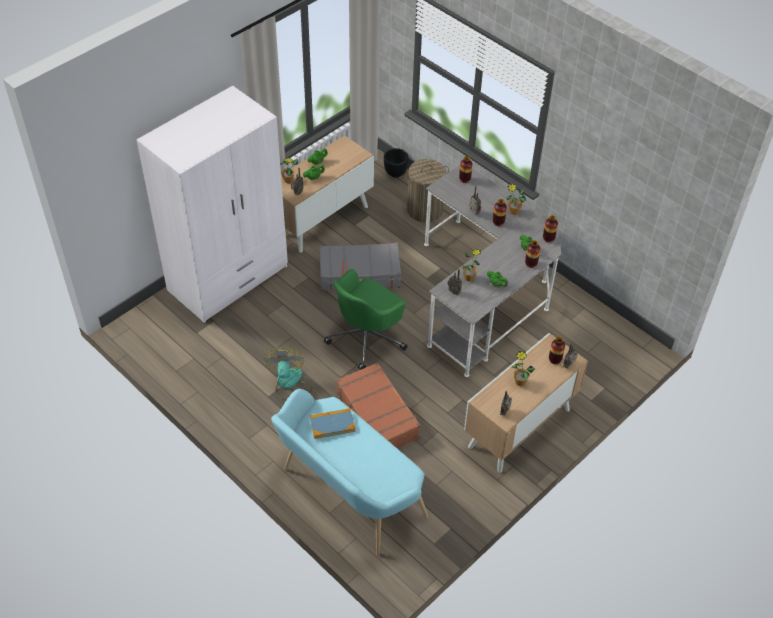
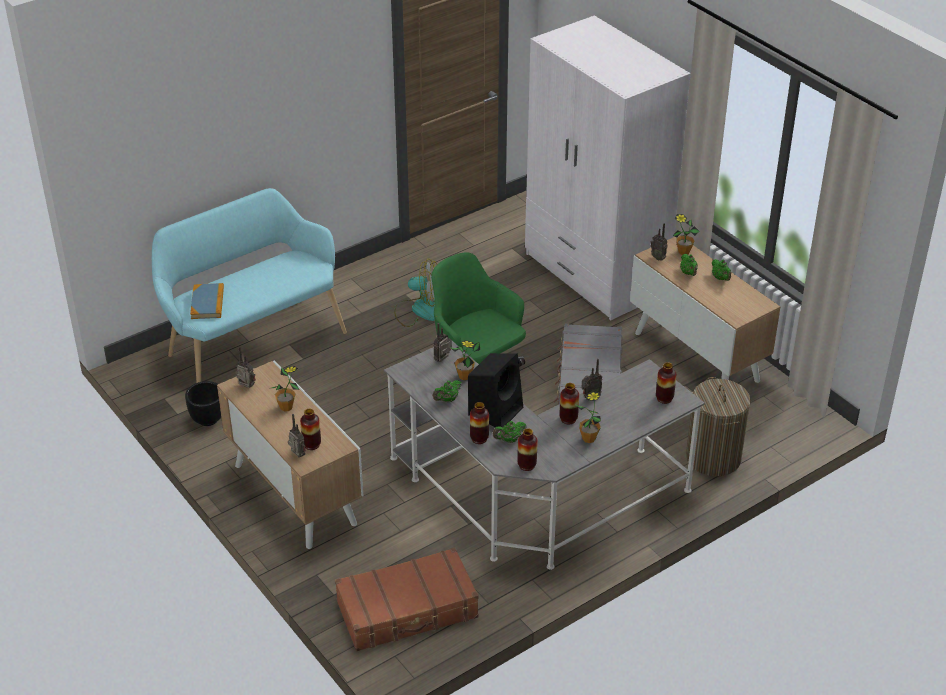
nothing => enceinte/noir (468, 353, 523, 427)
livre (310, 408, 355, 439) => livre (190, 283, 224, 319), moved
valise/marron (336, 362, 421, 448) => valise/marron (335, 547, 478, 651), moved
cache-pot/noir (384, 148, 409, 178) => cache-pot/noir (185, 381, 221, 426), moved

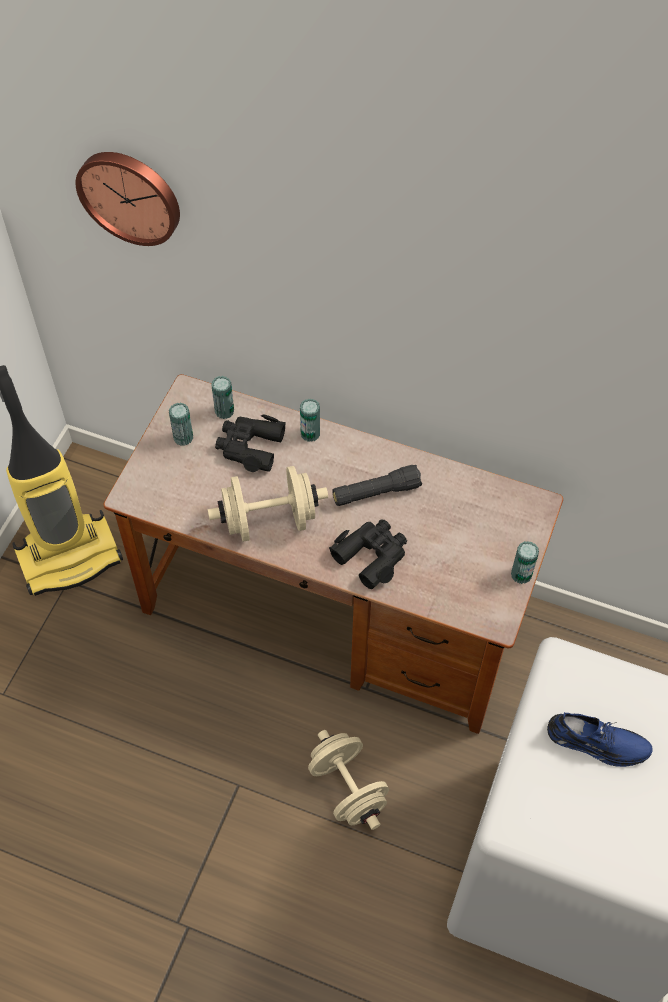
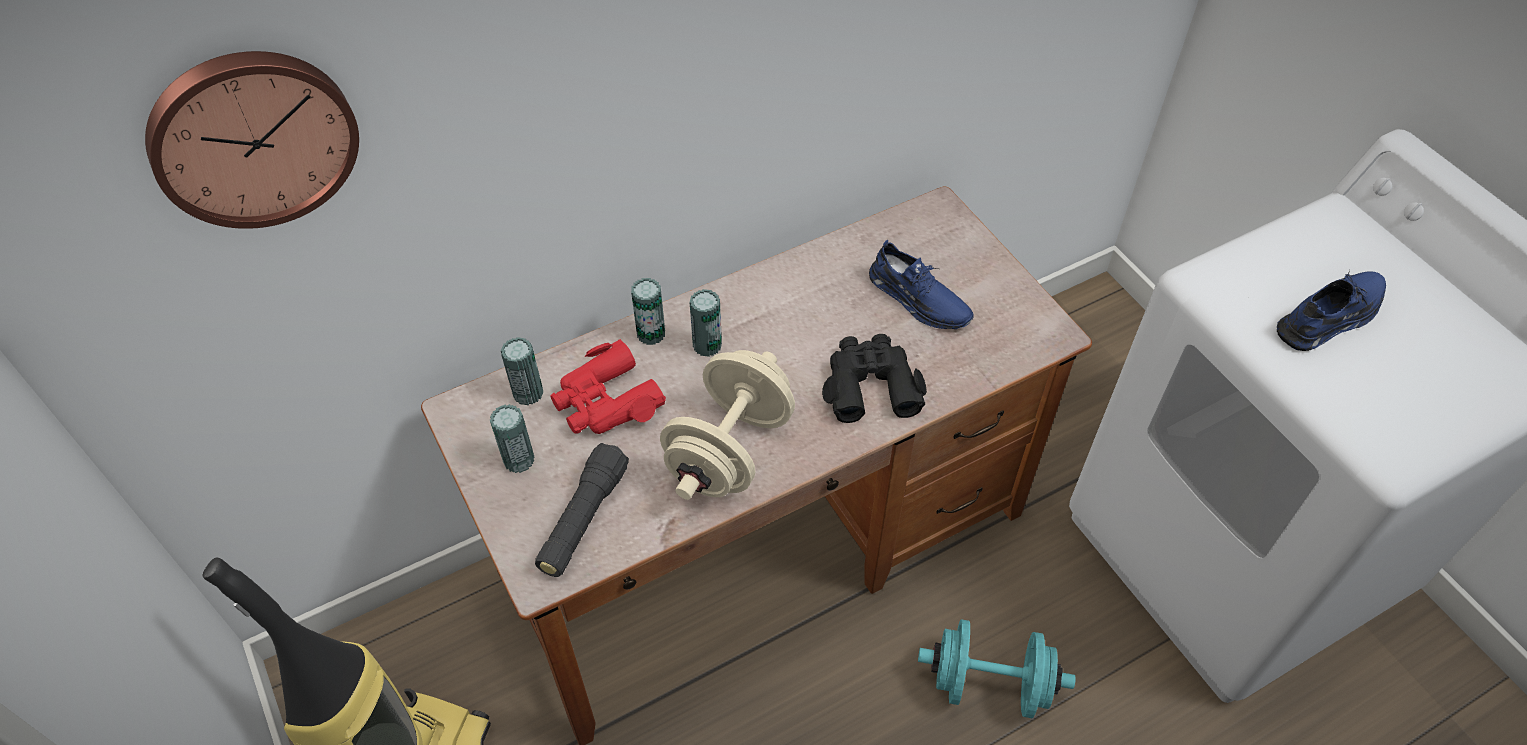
nothing => chaussure/bleu (869, 240, 974, 329)
lampe de poche/noir (332, 465, 422, 506) => lampe de poche/noir (535, 443, 629, 577), moved
boîte métallique (511, 541, 539, 584) => boîte métallique (690, 289, 722, 357), moved
jumelles/noir (215, 414, 286, 472) => jumelles/rouge (550, 339, 666, 434)
haltère/beige (308, 730, 389, 830) => haltère/turquoise (918, 619, 1076, 718)

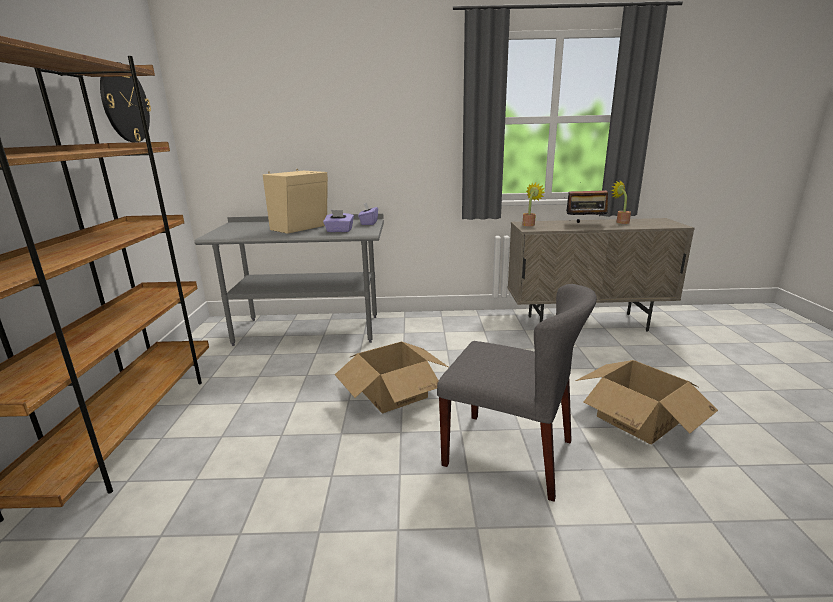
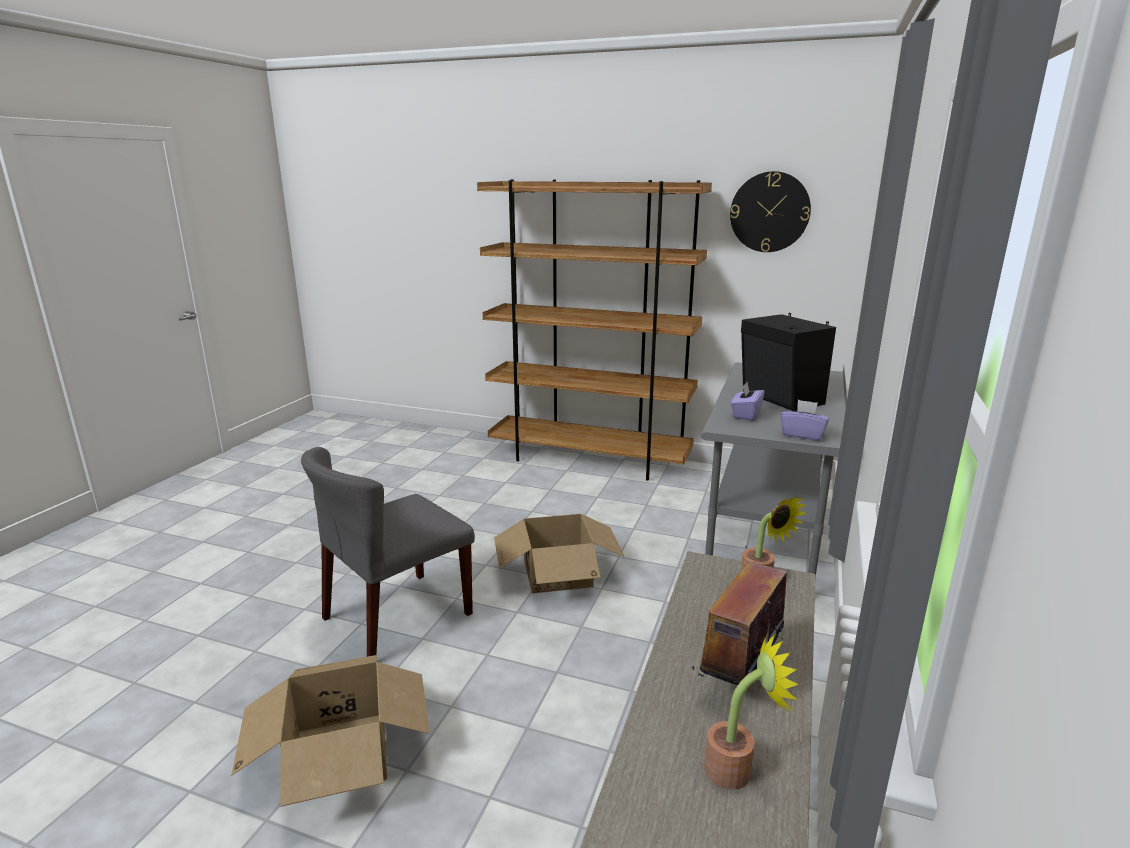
enceinte/beige (263, 169, 328, 234) => enceinte/noir (741, 313, 836, 411)

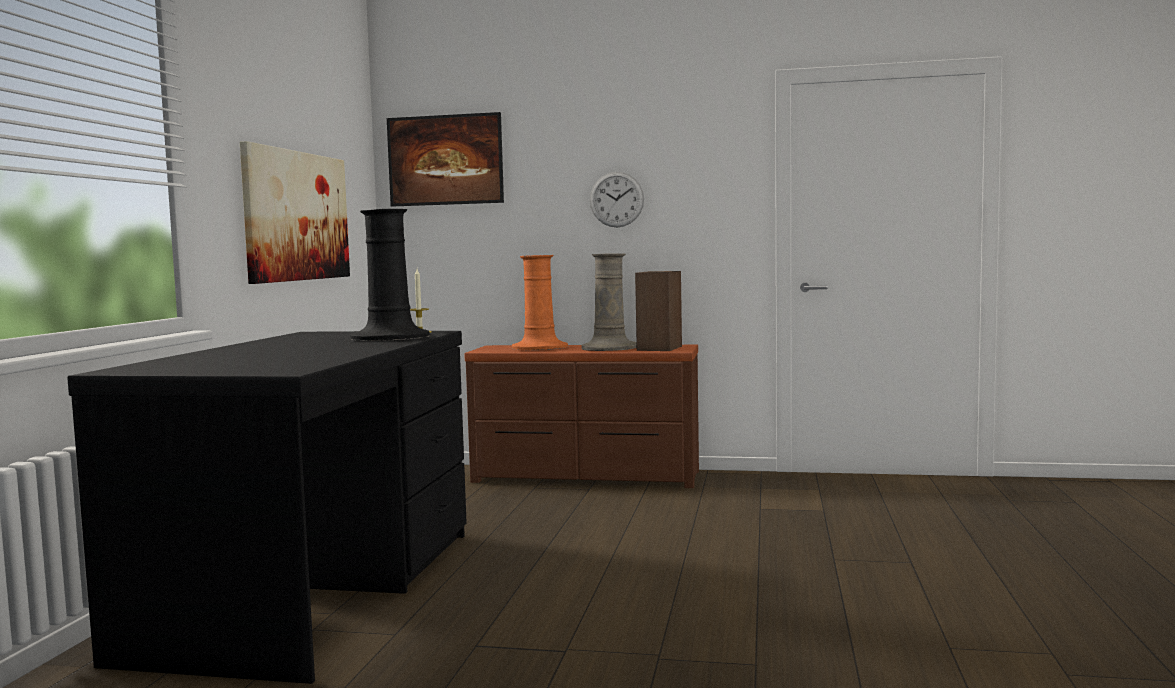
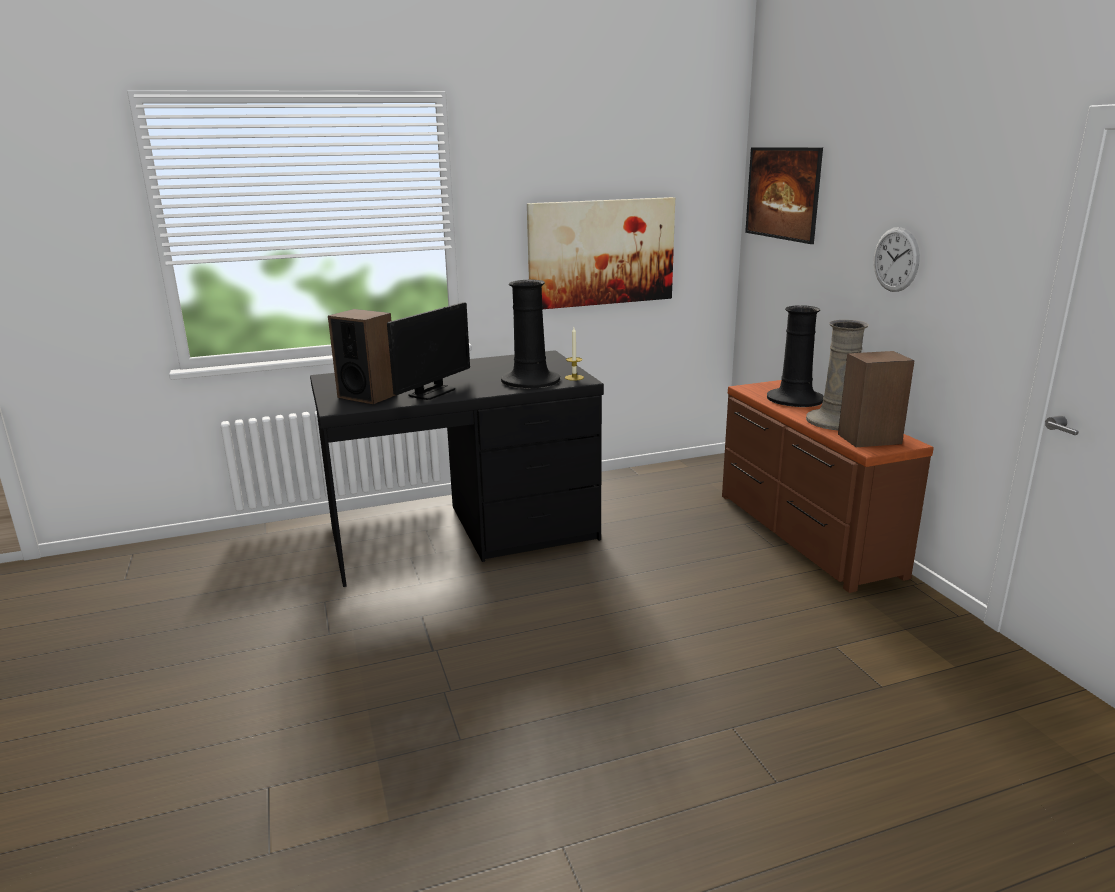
nothing => enceinte (328, 309, 396, 404)
nothing => écran d'ordinateur (387, 302, 470, 400)
vase/orange (512, 255, 568, 350) => vase/noir (767, 305, 823, 407)

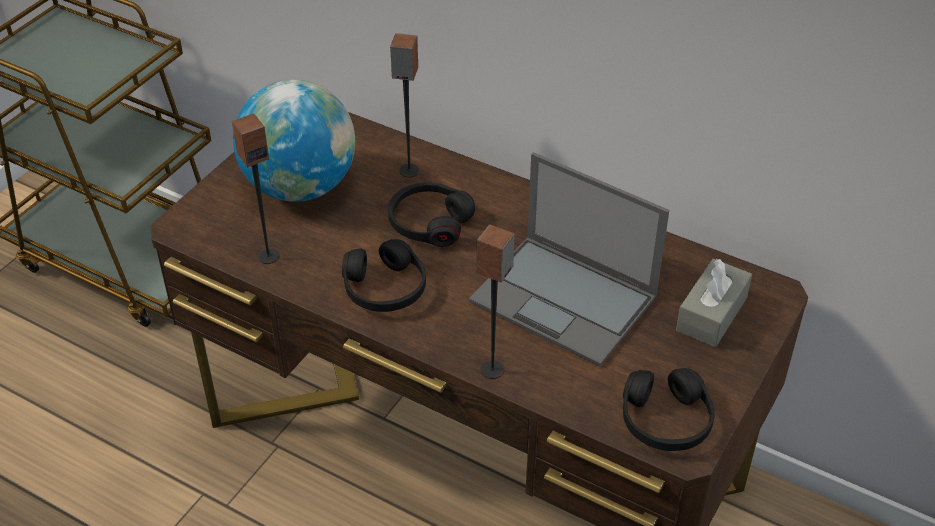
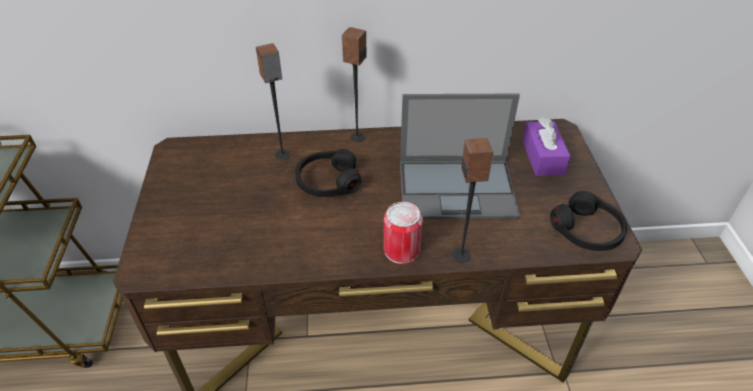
globe (233, 80, 355, 202) => nothing
casque audio/noir (342, 239, 426, 312) => nothing
nothing => boîte métallique (383, 202, 423, 264)
enceinte (232, 113, 279, 264) => enceinte (342, 27, 367, 142), moved
boîte à mouchoirs/gris (676, 259, 752, 347) => boîte à mouchoirs/violet (522, 118, 571, 176)

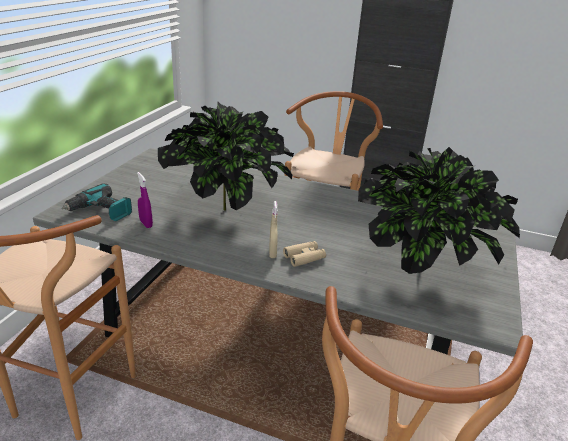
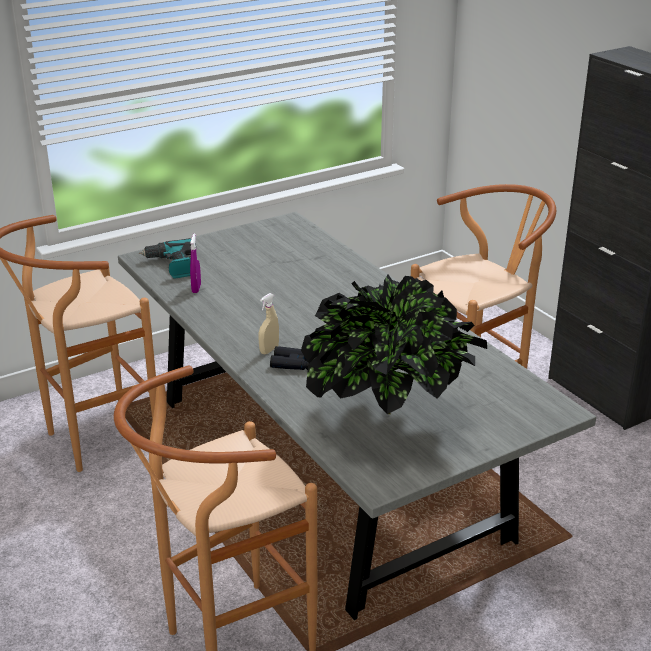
plante en pot (158, 102, 294, 211) => nothing
jumelles/beige (283, 241, 326, 267) => jumelles/noir (270, 346, 309, 370)

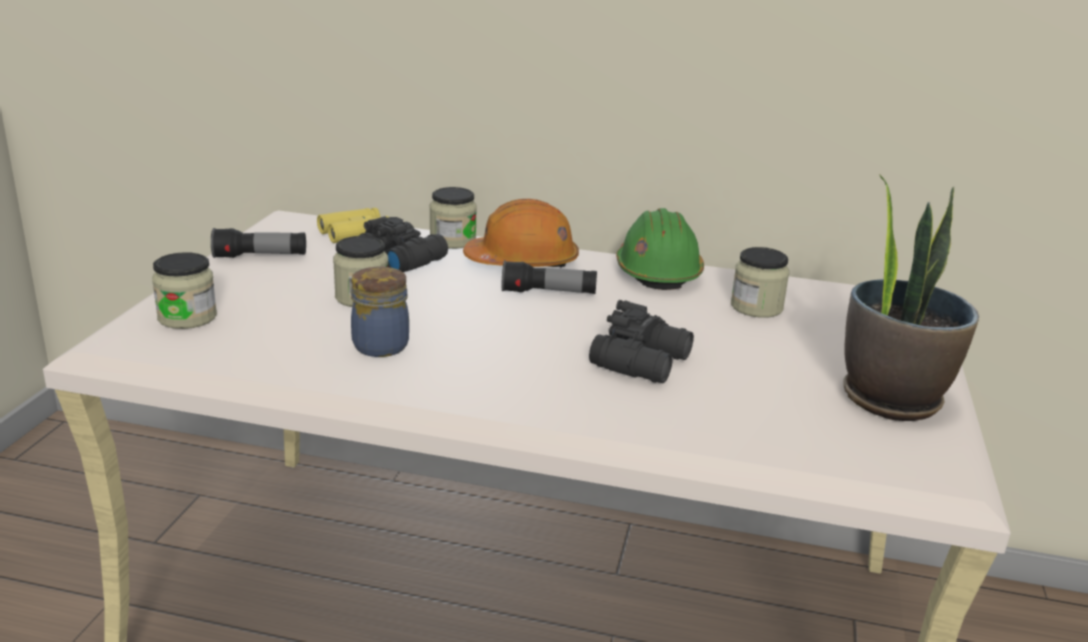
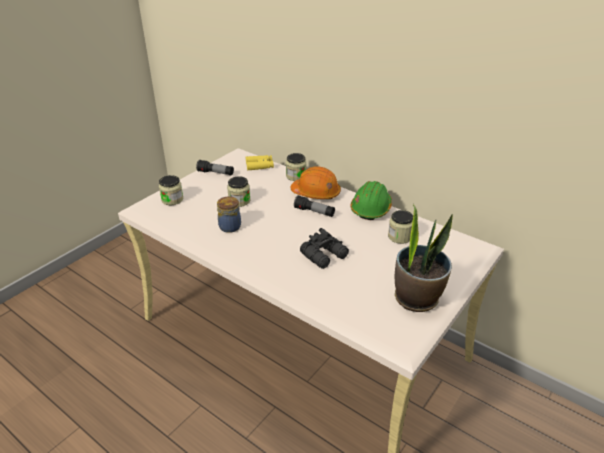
jumelles/noir (359, 216, 448, 272) => nothing

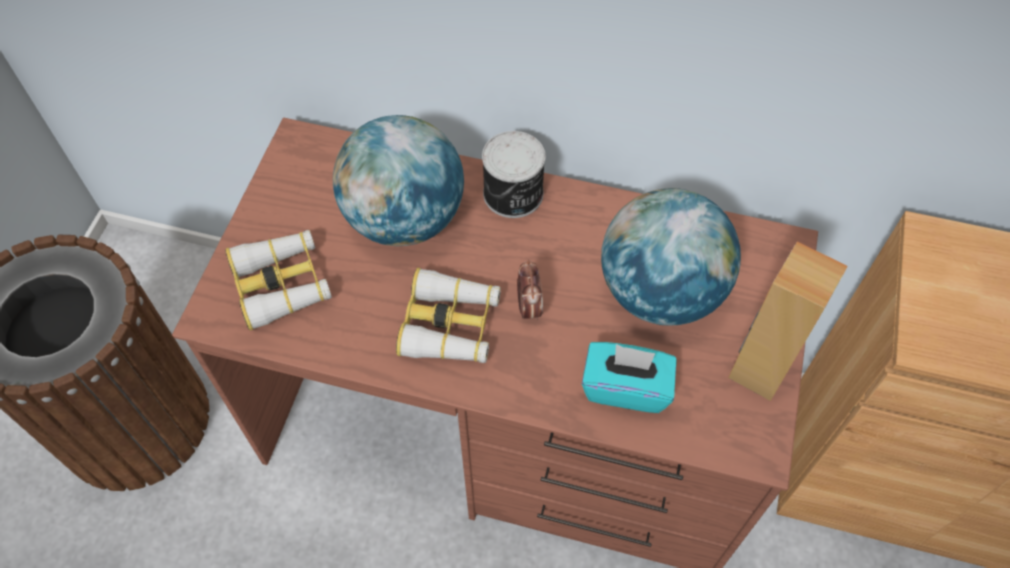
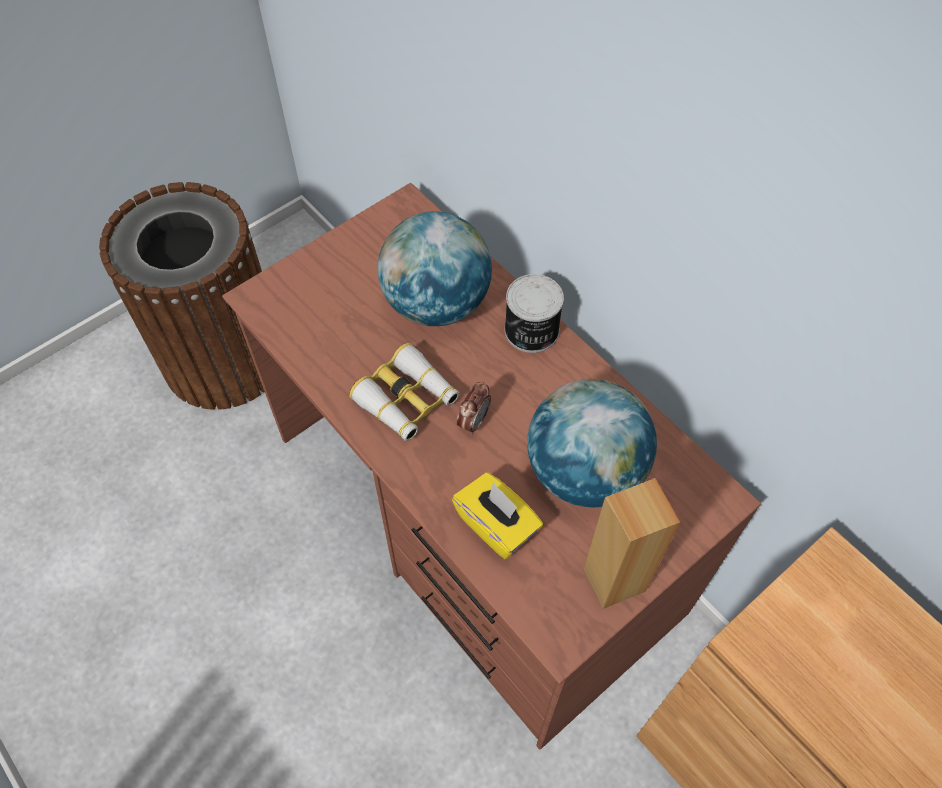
jumelles (225, 230, 332, 331) => nothing
boîte à mouchoirs/turquoise (582, 342, 677, 413) => boîte à mouchoirs/jaune (452, 472, 543, 559)

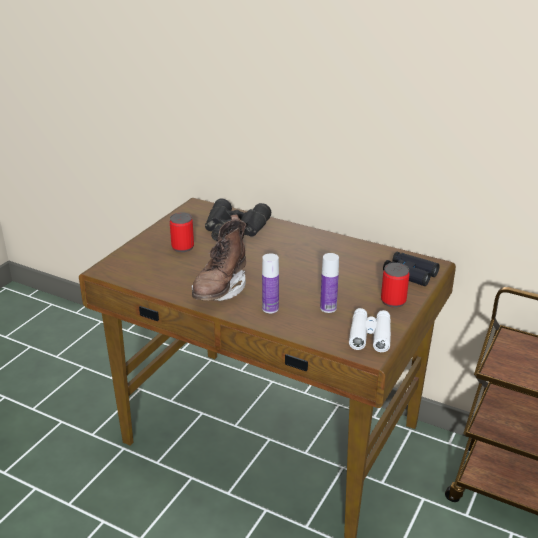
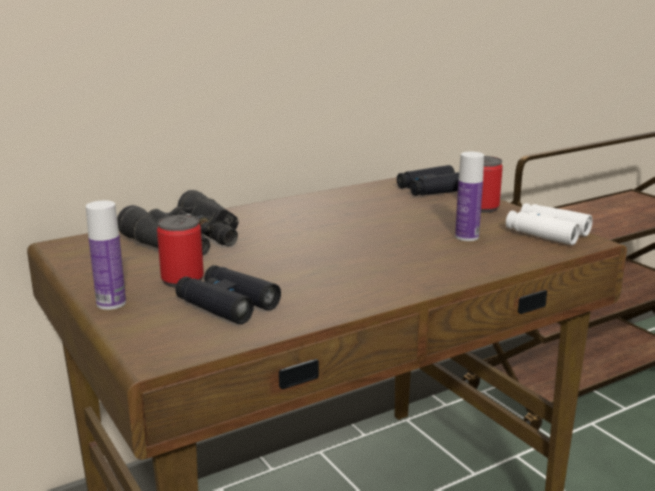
botte/marron (191, 214, 247, 301) => nothing
nothing => jumelles/noir (175, 265, 281, 324)
bouteille (262, 253, 279, 313) => bouteille (86, 200, 126, 310), moved

